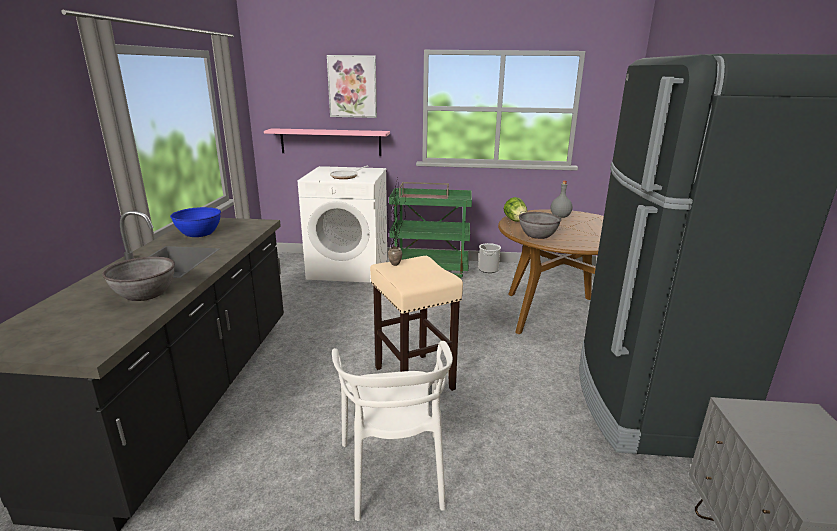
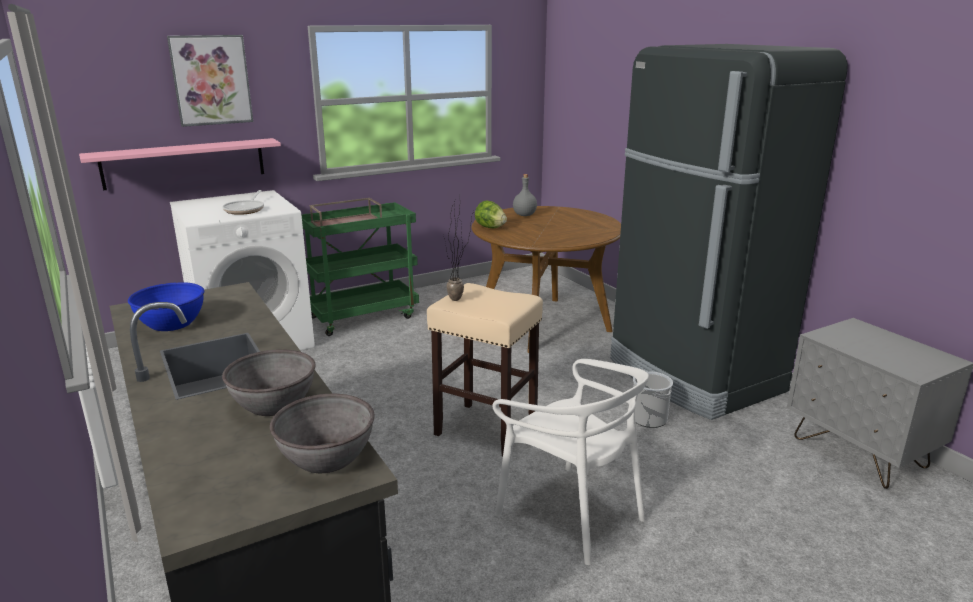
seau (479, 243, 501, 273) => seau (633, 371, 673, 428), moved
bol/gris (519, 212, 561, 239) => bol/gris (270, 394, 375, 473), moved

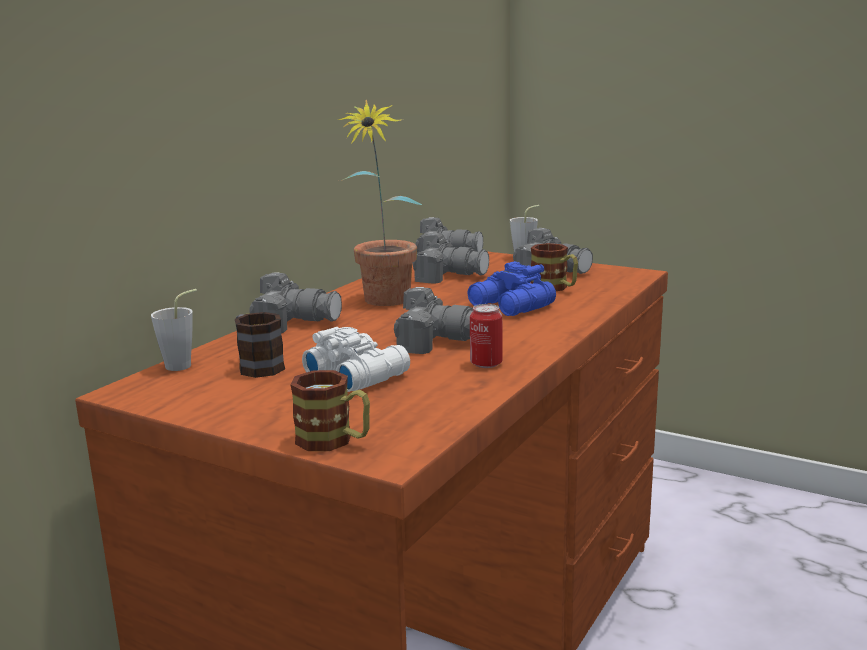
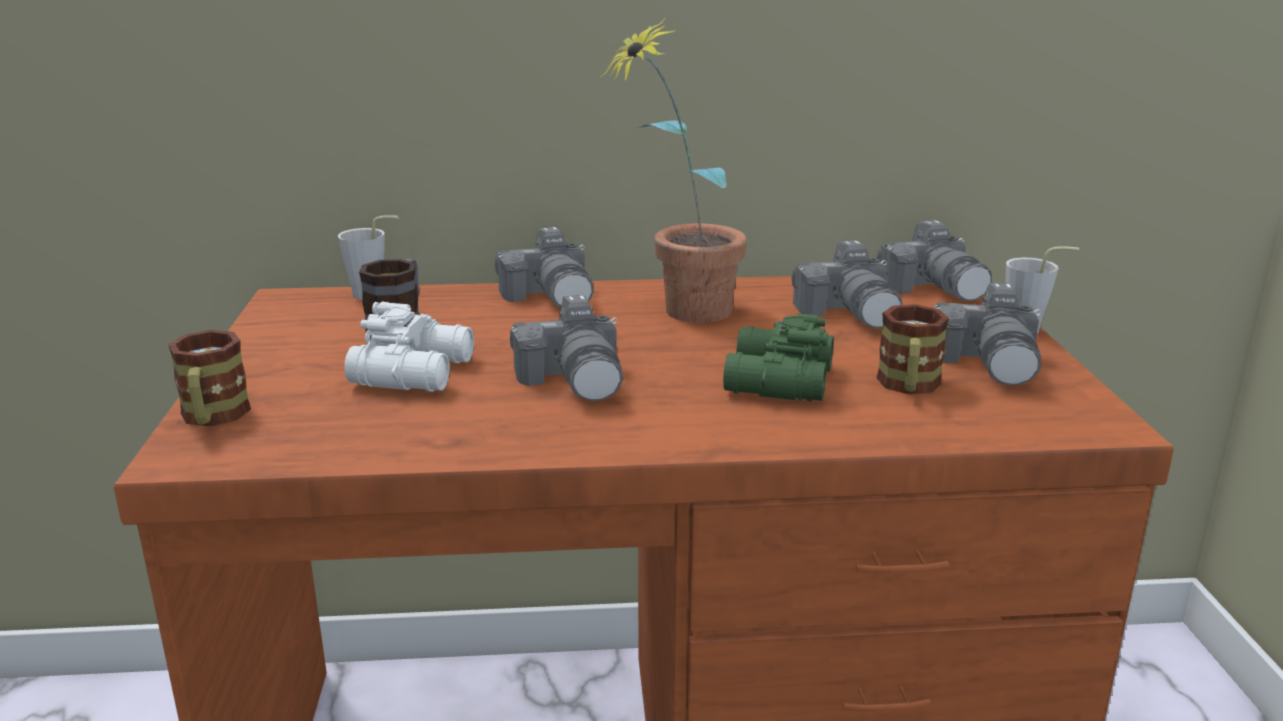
boîte métallique (470, 304, 503, 368) => nothing
jumelles/bleu (467, 261, 556, 316) => jumelles/vert (723, 314, 834, 401)

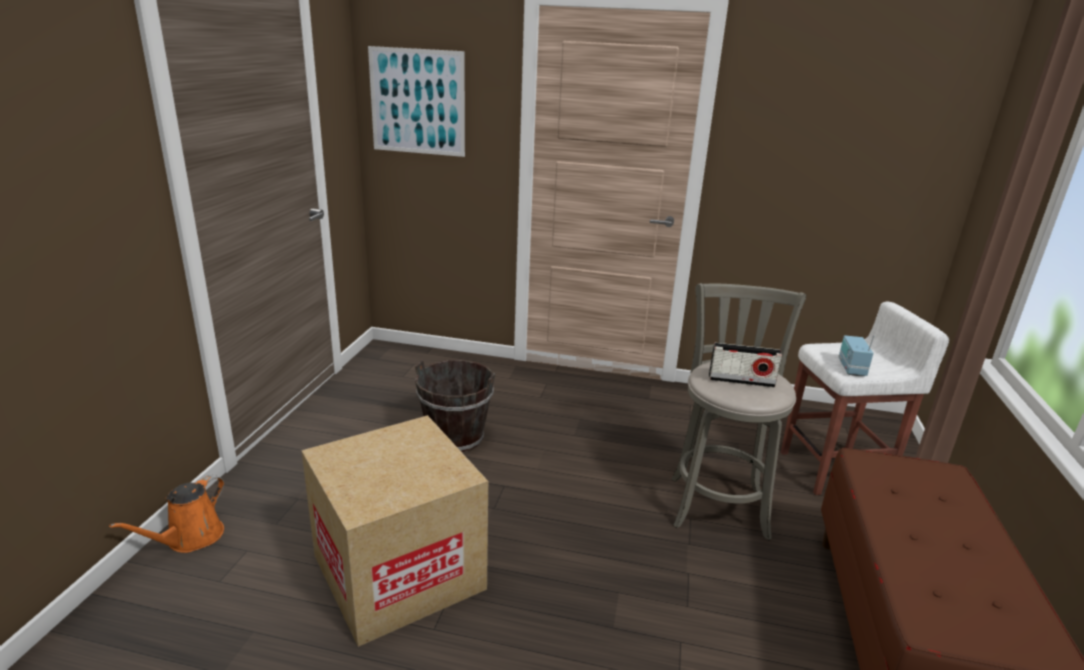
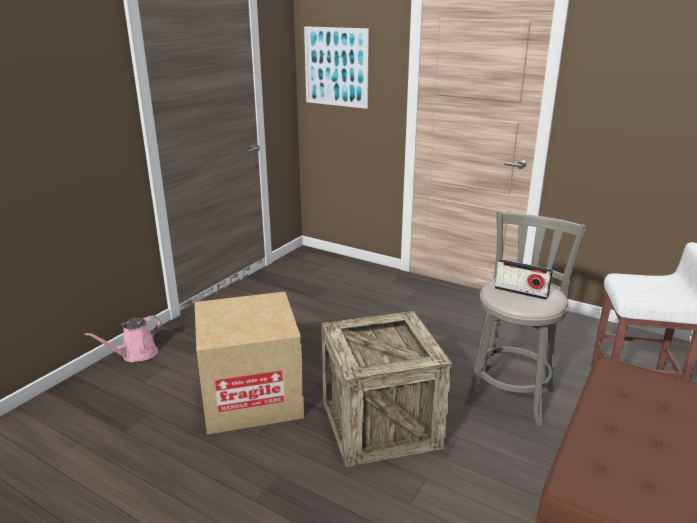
seau/marron (415, 360, 495, 453) => nothing
radio (839, 335, 874, 376) => nothing
nothing => caisse (322, 311, 452, 467)
arrosoir/orange (109, 475, 224, 553) => arrosoir/rose (85, 316, 161, 362)

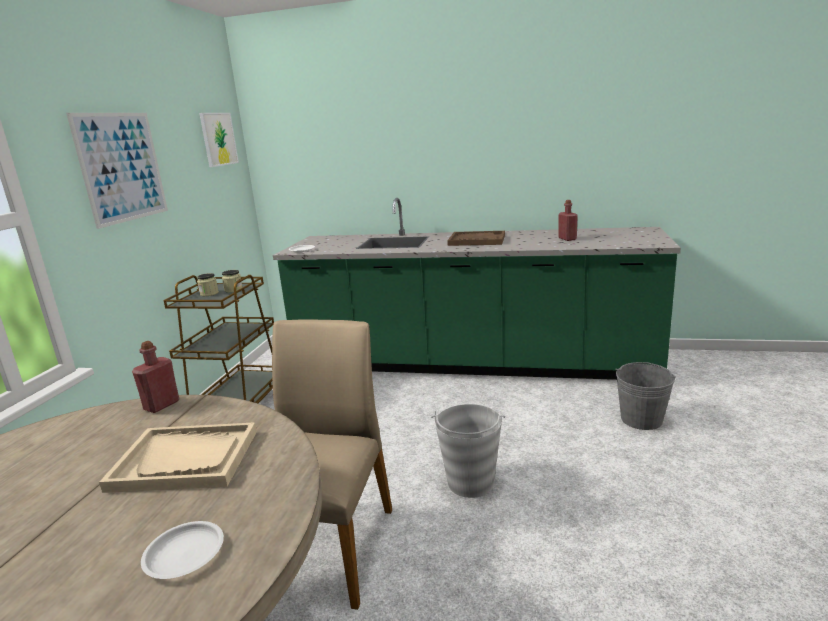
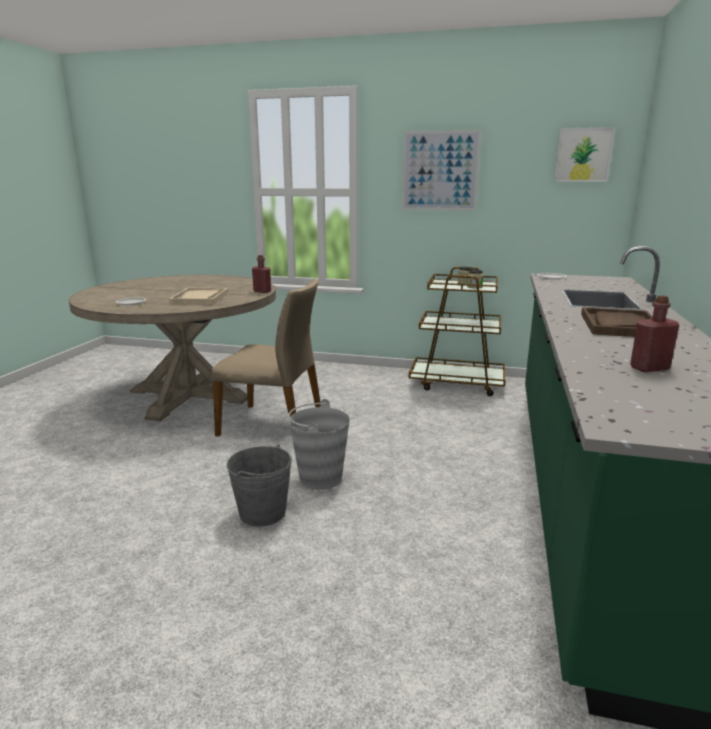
seau/gris (615, 362, 676, 430) => seau/gris (226, 444, 292, 527), moved

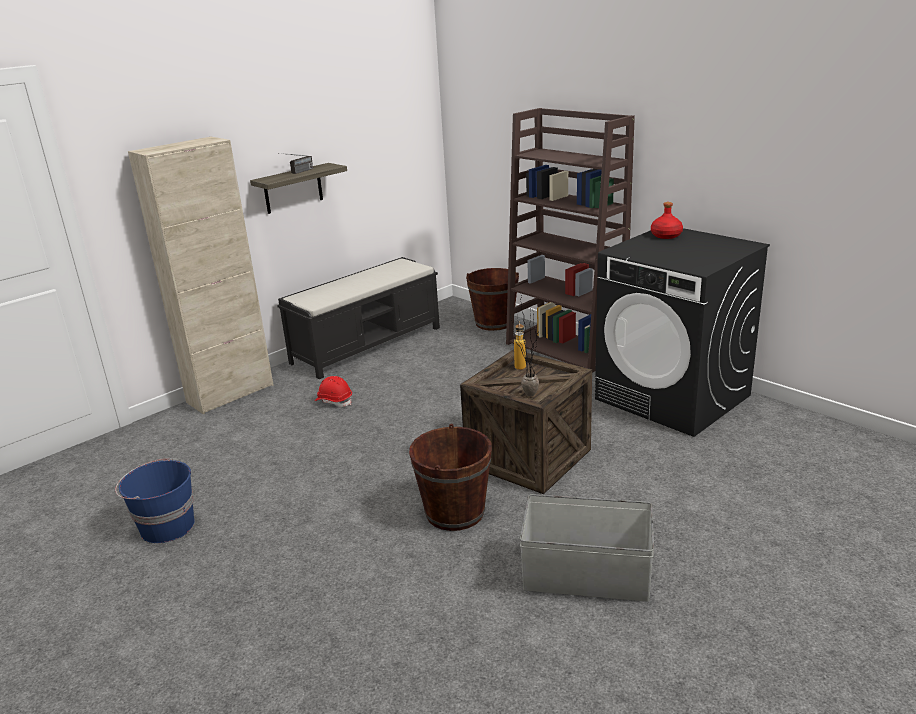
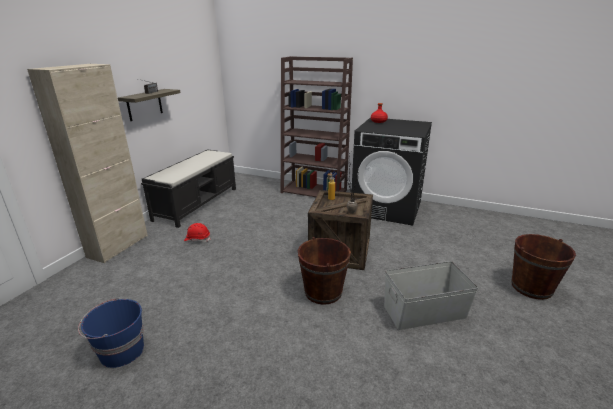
seau/marron (466, 268, 519, 331) => seau/marron (511, 234, 576, 300), moved

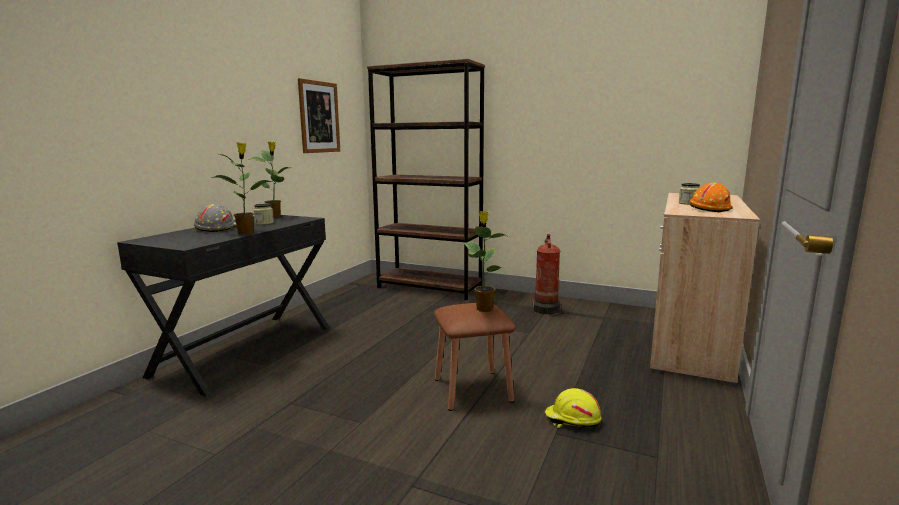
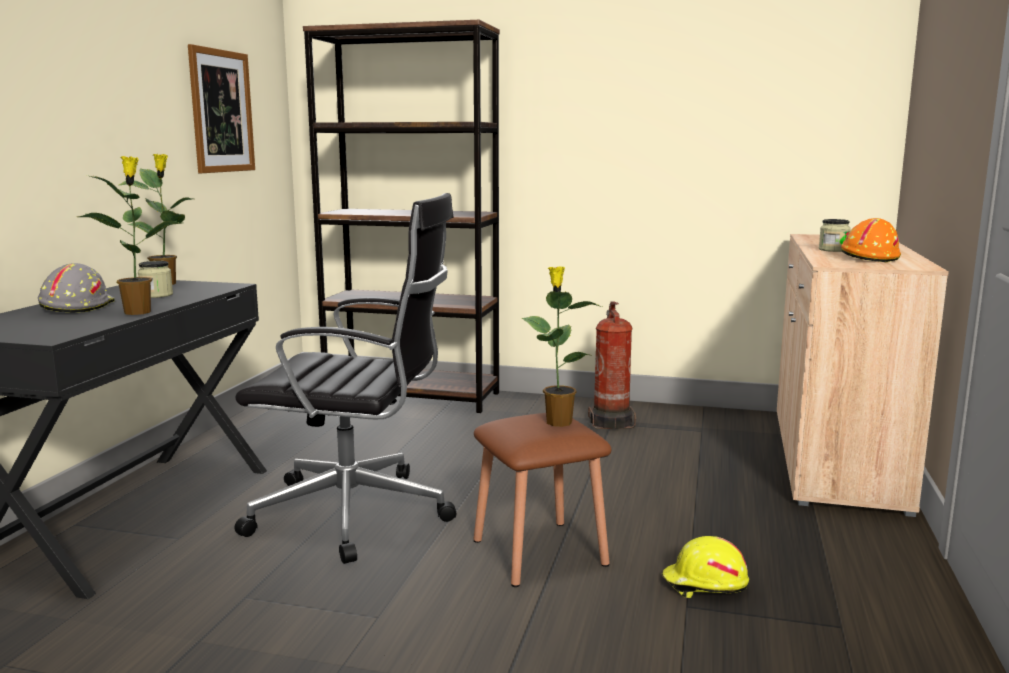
nothing => chaise de bureau/noir (234, 193, 457, 564)

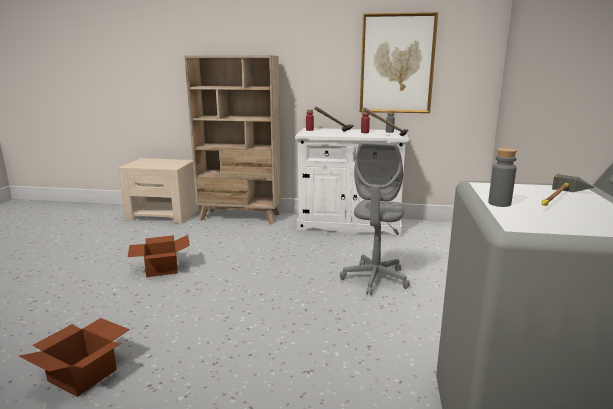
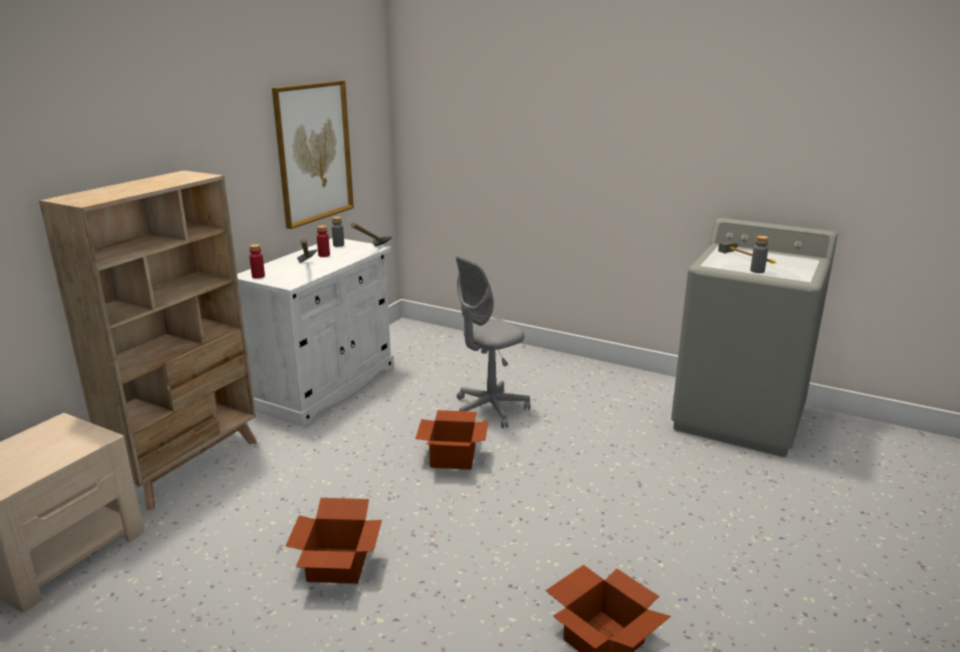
nothing => carton (415, 410, 488, 470)
chaise de bureau/gris (340, 142, 410, 295) => chaise de bureau/gris (455, 256, 531, 428), 105 degrees clockwise

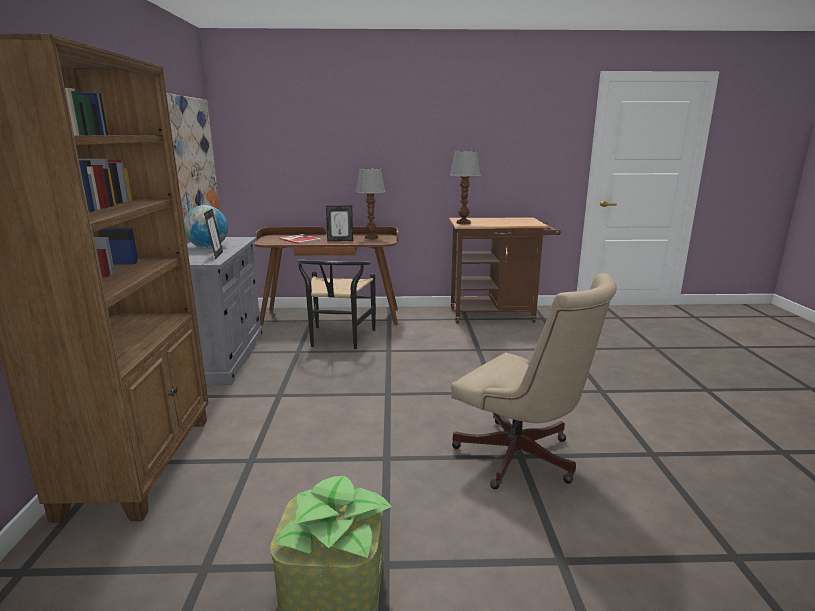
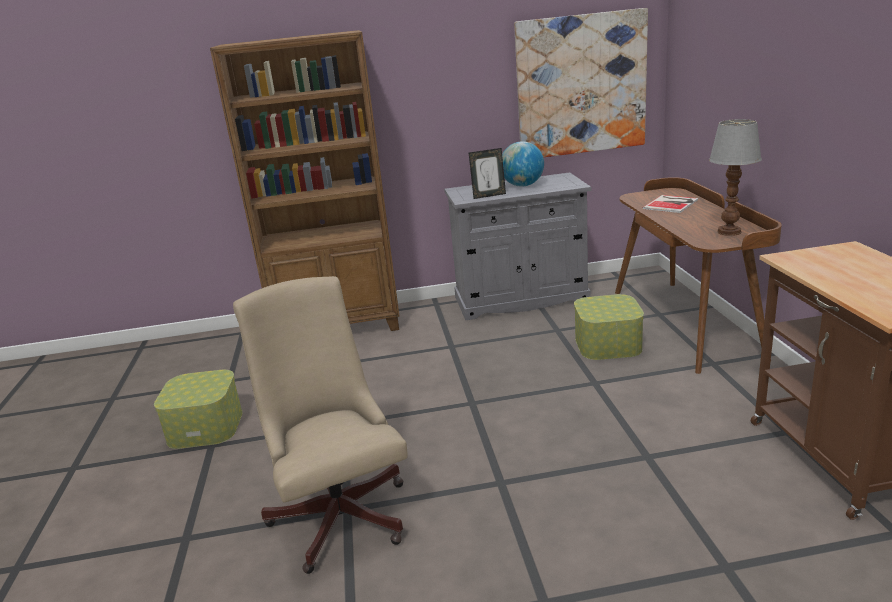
plante en pot (274, 476, 392, 558) => nothing
cadre photo (326, 206, 353, 241) => nothing
lampe de table (450, 151, 481, 224) => nothing
chaise/noir (297, 259, 376, 349) => boîte de rangement (574, 294, 644, 360)
chaise de bureau/beige (451, 273, 617, 489) => chaise de bureau/beige (233, 276, 408, 574), 120 degrees clockwise

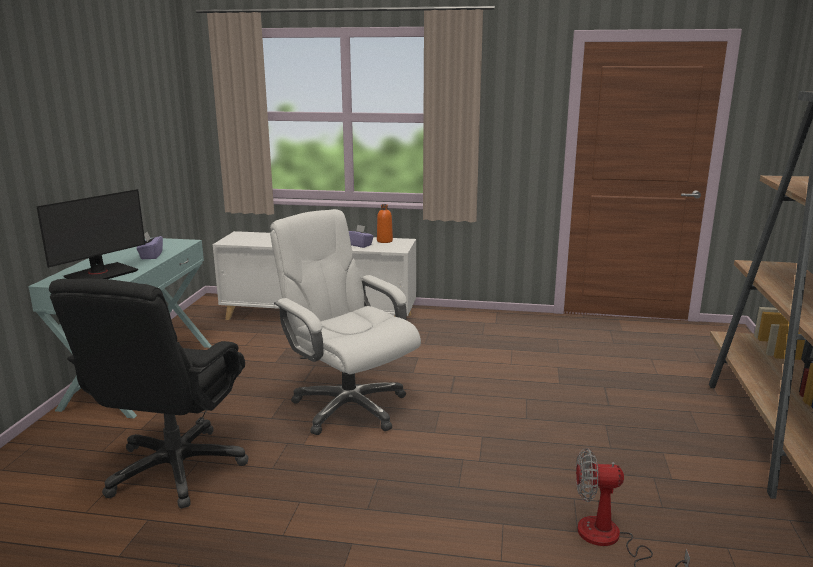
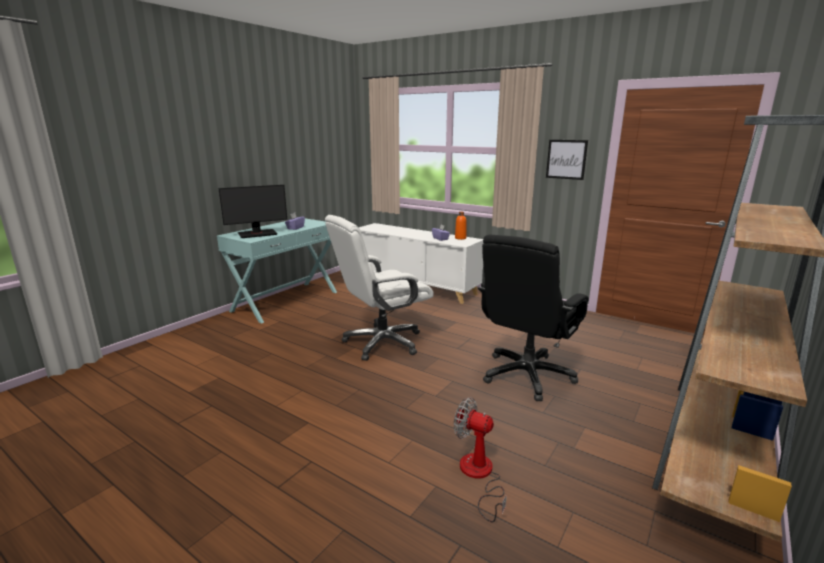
nothing => tableau (546, 140, 588, 180)
chaise de bureau/noir (49, 279, 249, 509) => chaise de bureau/noir (478, 235, 589, 401), moved
chaise de bureau/blanc (270, 209, 421, 435) => chaise de bureau/blanc (325, 215, 434, 361), 105 degrees counterclockwise

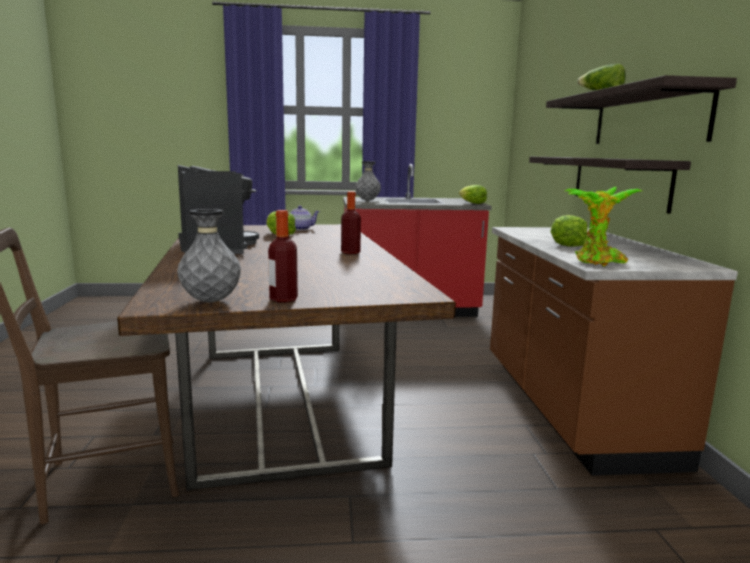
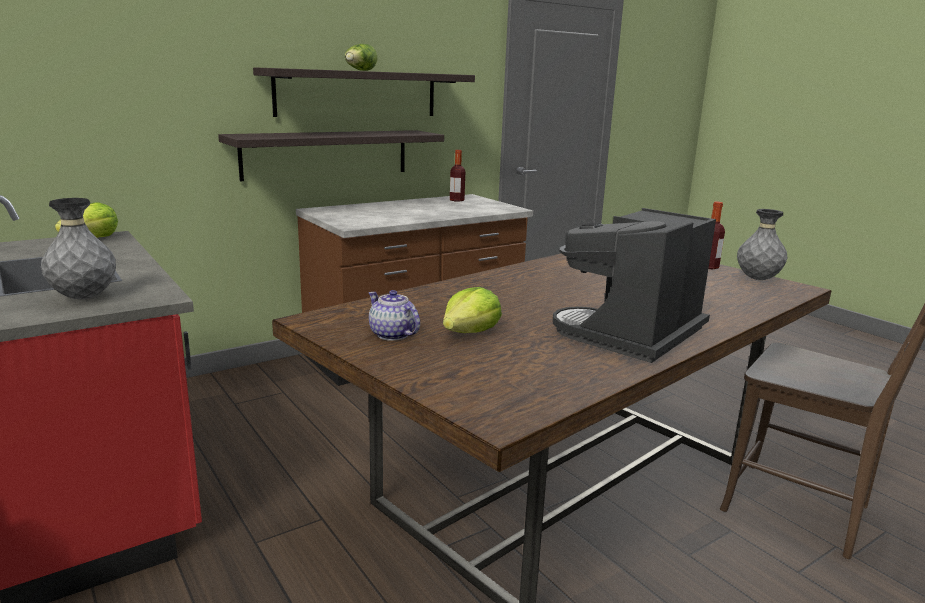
laitue (550, 215, 588, 246) => nothing
plante en pot (565, 187, 642, 266) => nothing
bouteille (341, 191, 361, 254) => bouteille (450, 150, 465, 202), moved

